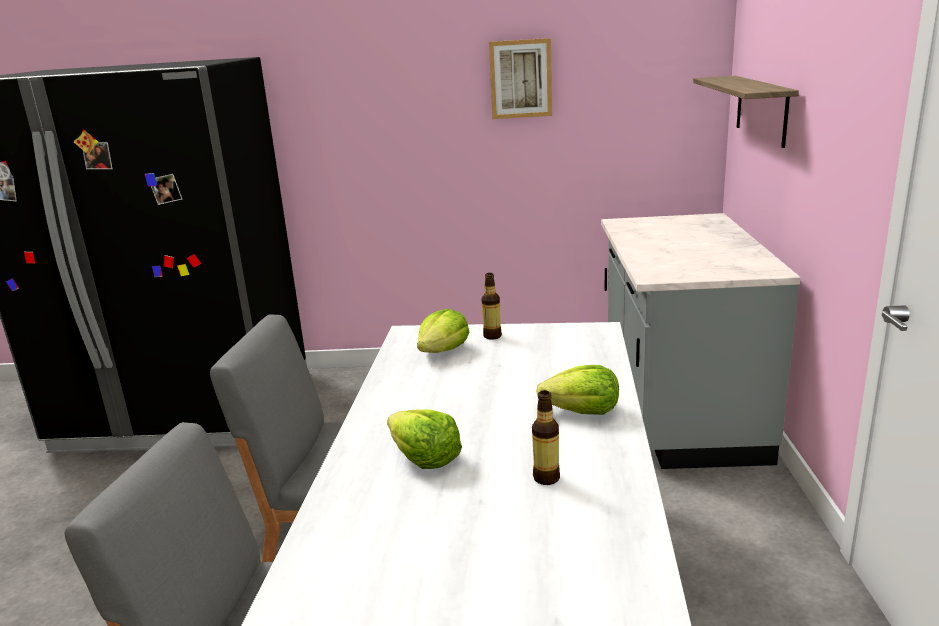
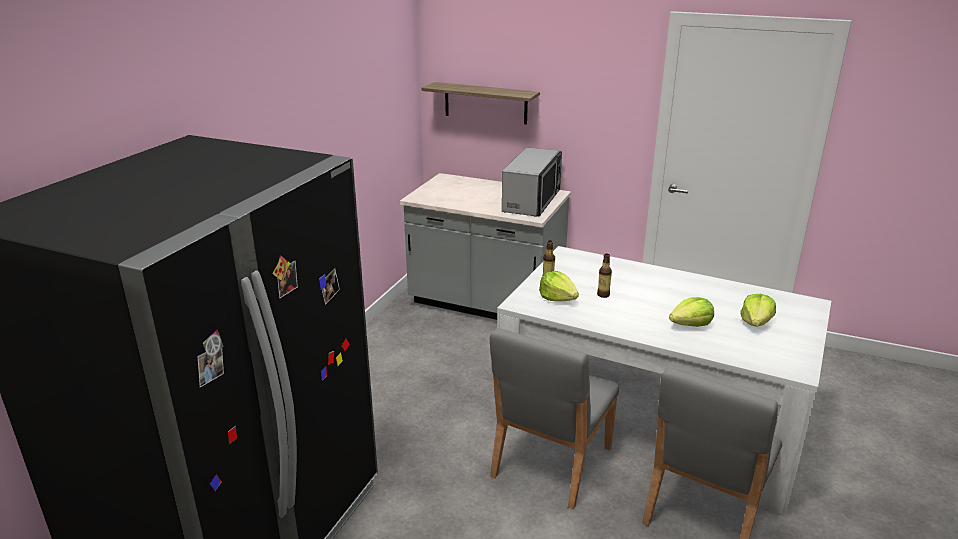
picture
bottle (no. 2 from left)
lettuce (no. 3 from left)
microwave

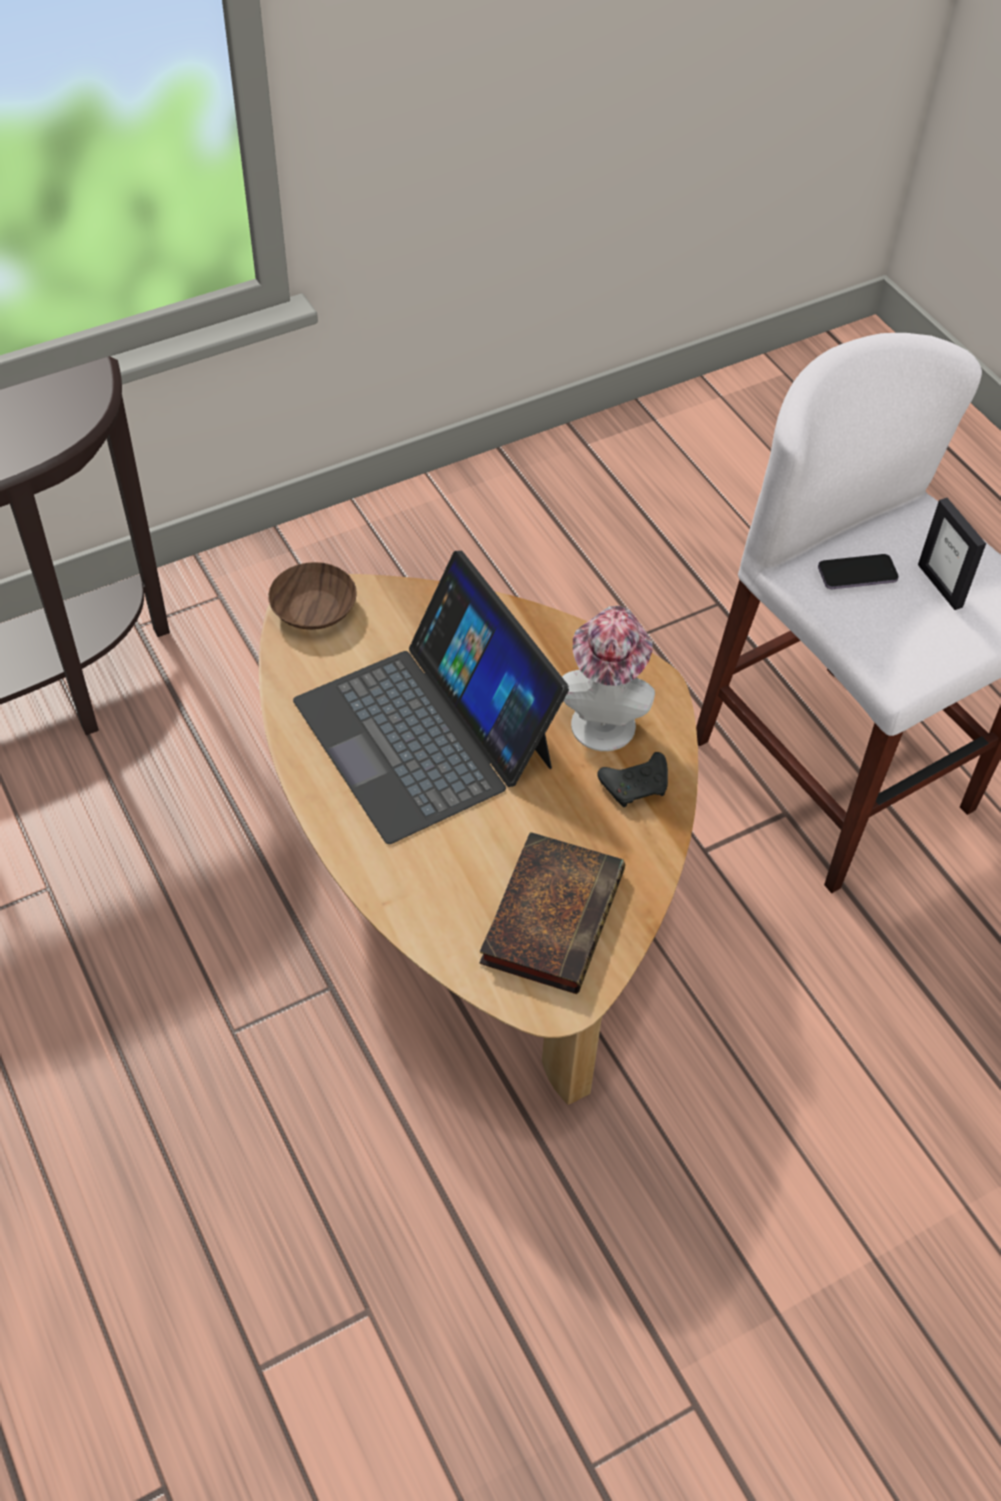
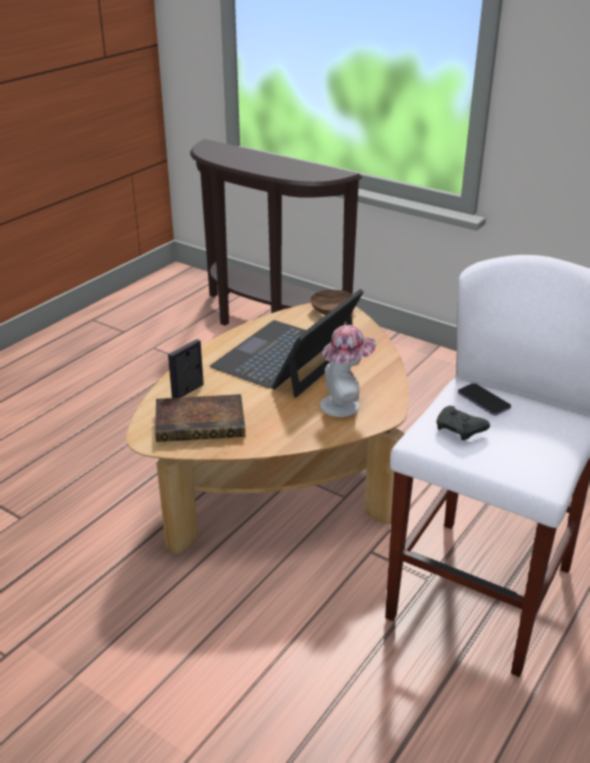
game controller (black)
picture frame

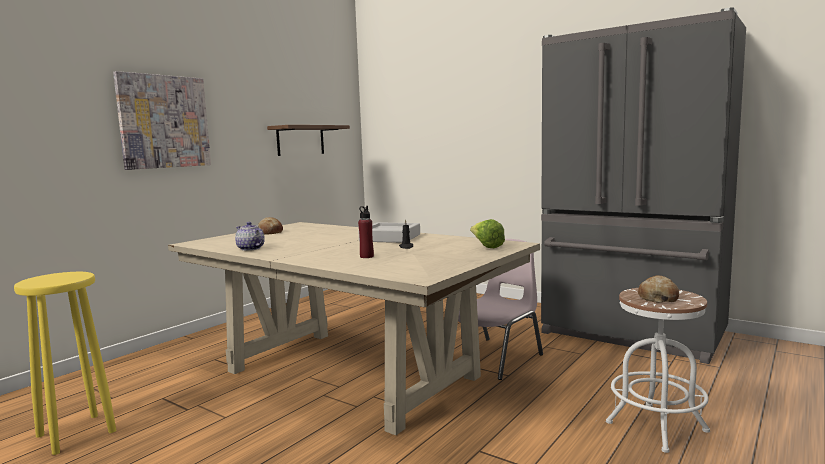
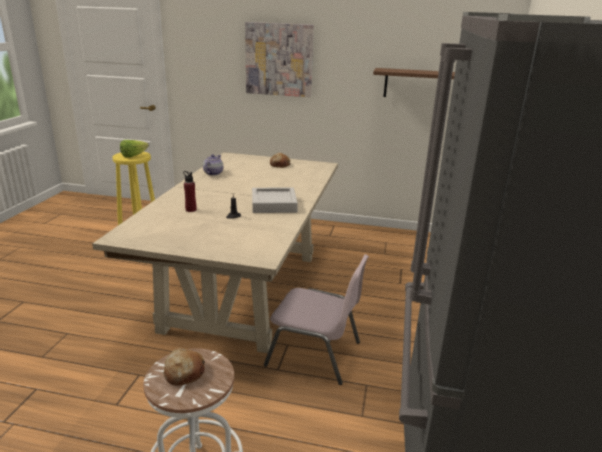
lettuce

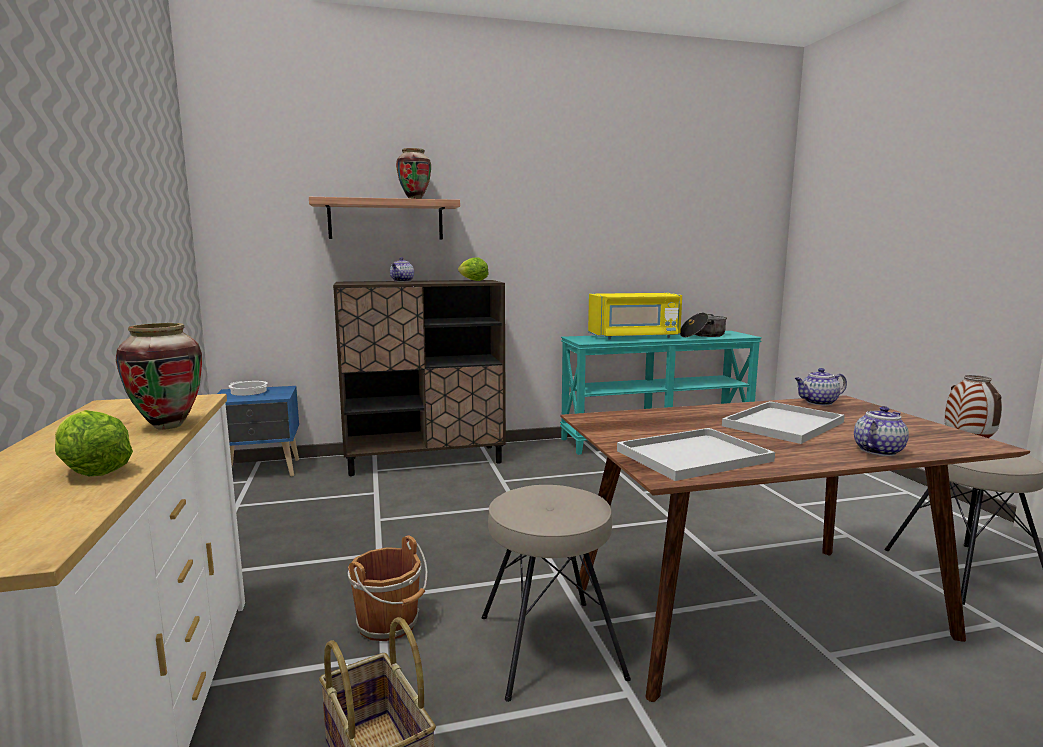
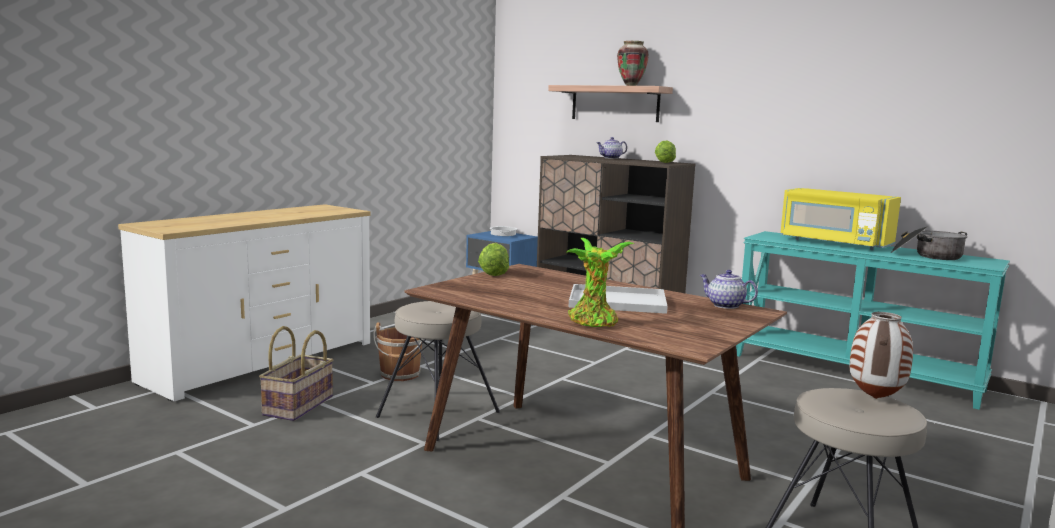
lettuce (no. 1 from left)
vase (no. 1 from left in the first image)
tray (white) (no. 1 from left in the first image)
potted plant

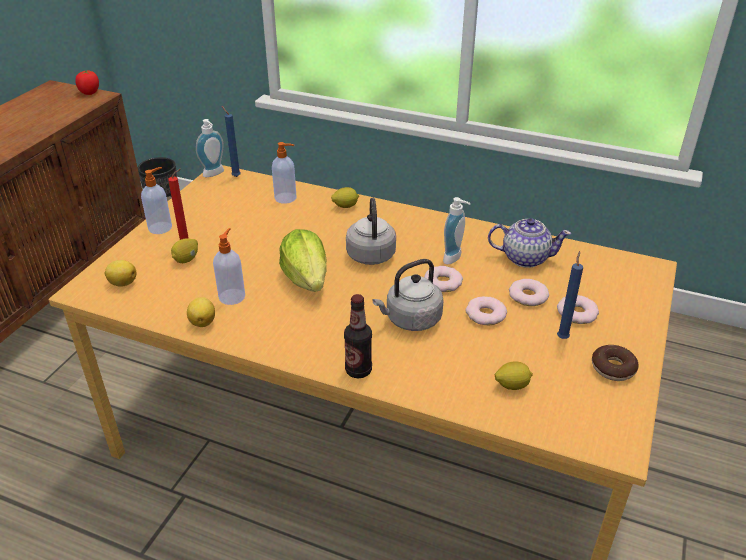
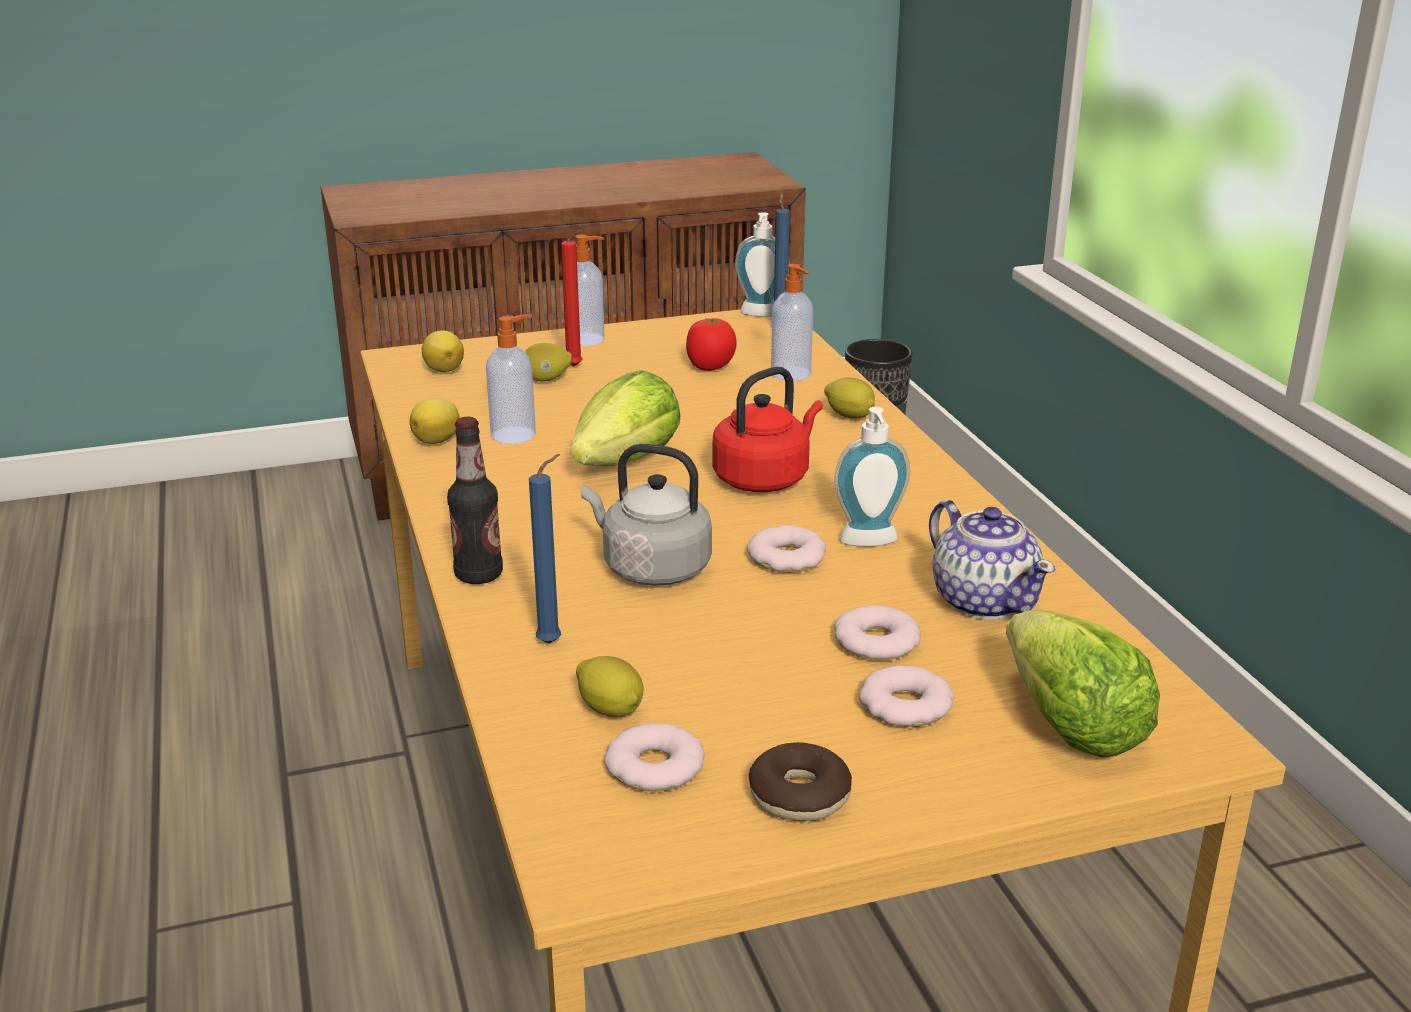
tomato
kettle (red)
donut (no. 1 from left)
candle (blue) (no. 1 from left)
lettuce (no. 2 from left)

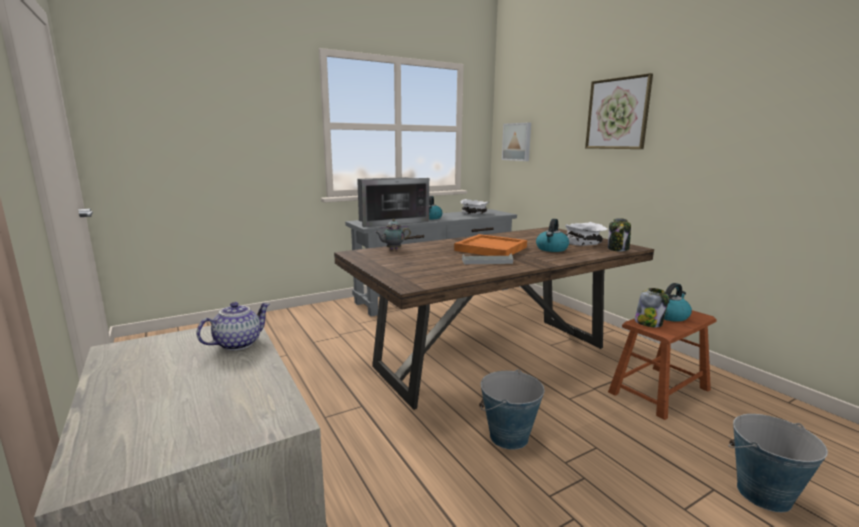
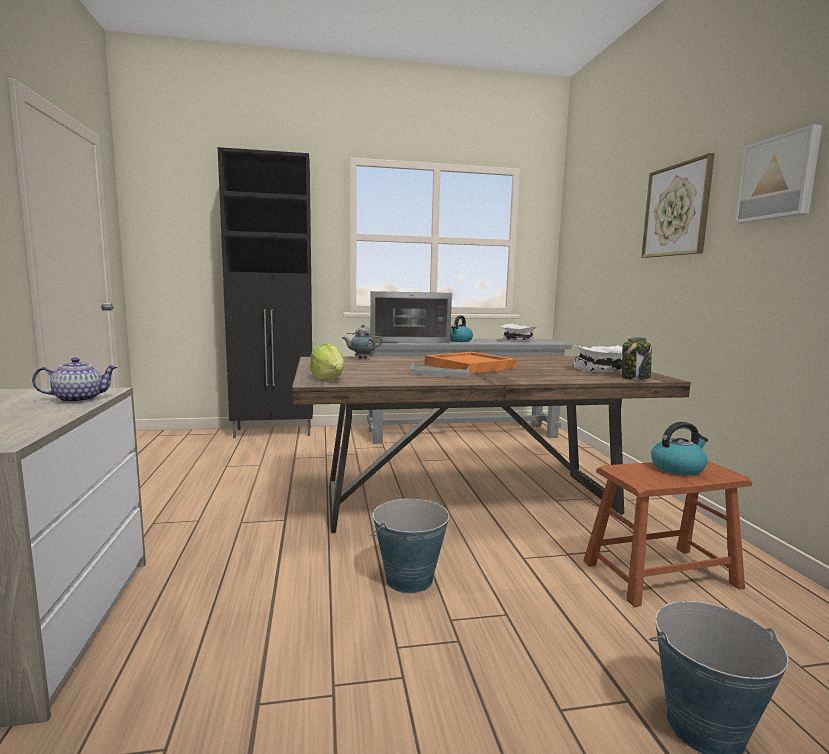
picture (no. 2 from left)
kettle (no. 2 from left in the first image)
jar (no. 2 from left in the first image)
cabinet (black)
lettuce

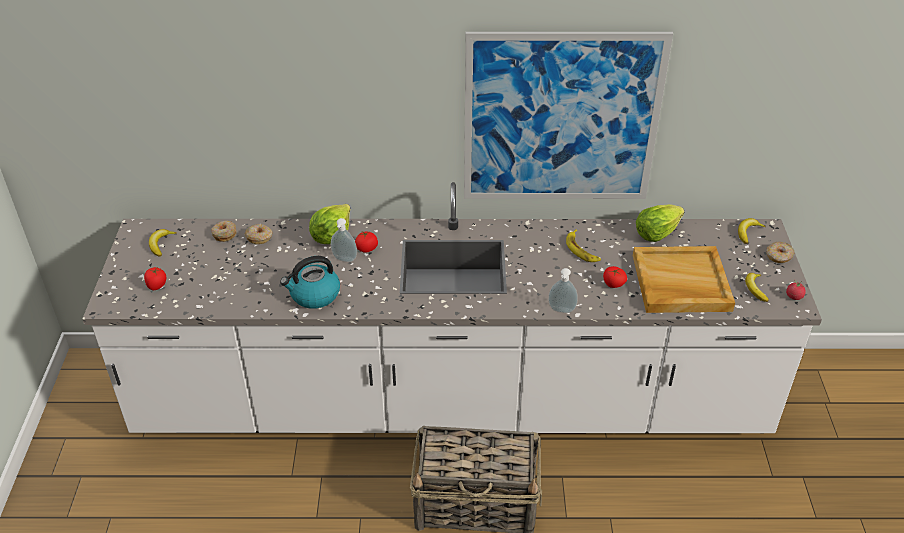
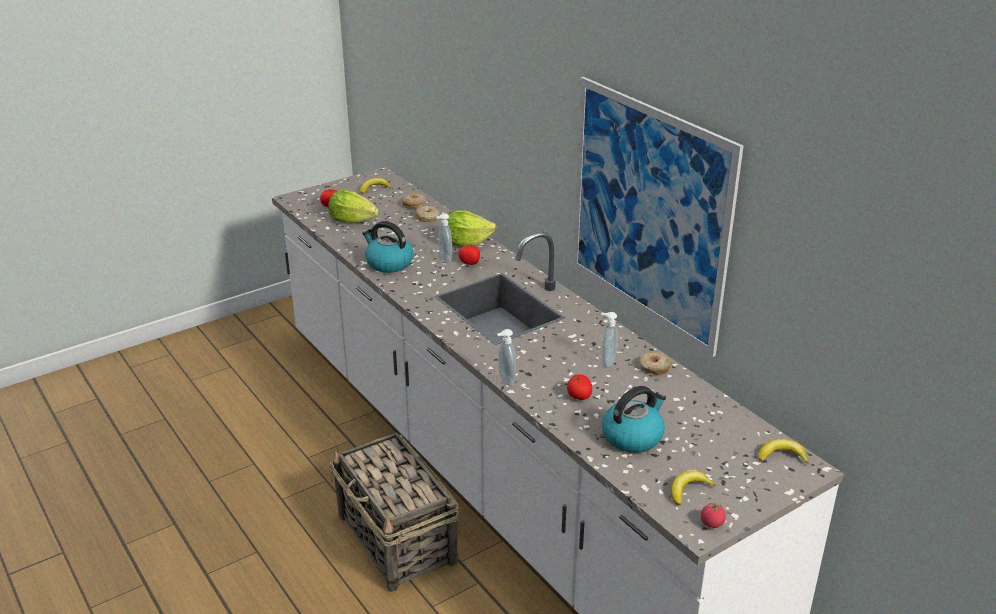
soap dispenser (no. 3 from left)
kettle (no. 2 from left)
lettuce (no. 1 from left)
donut (no. 3 from left)

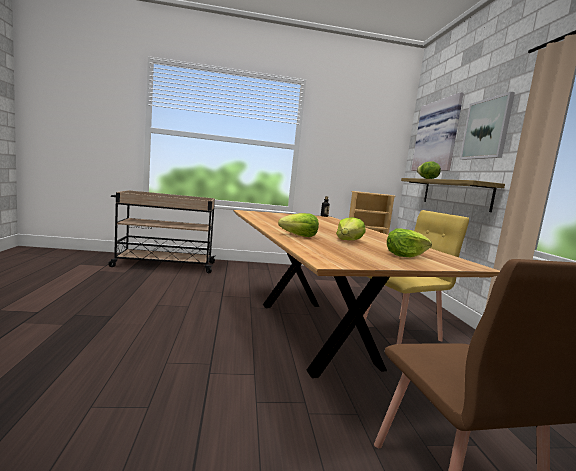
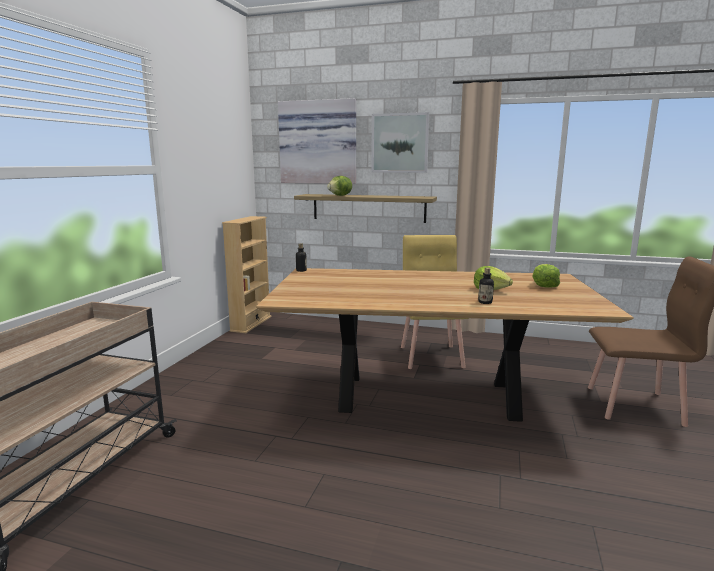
bottle (no. 2 from left)

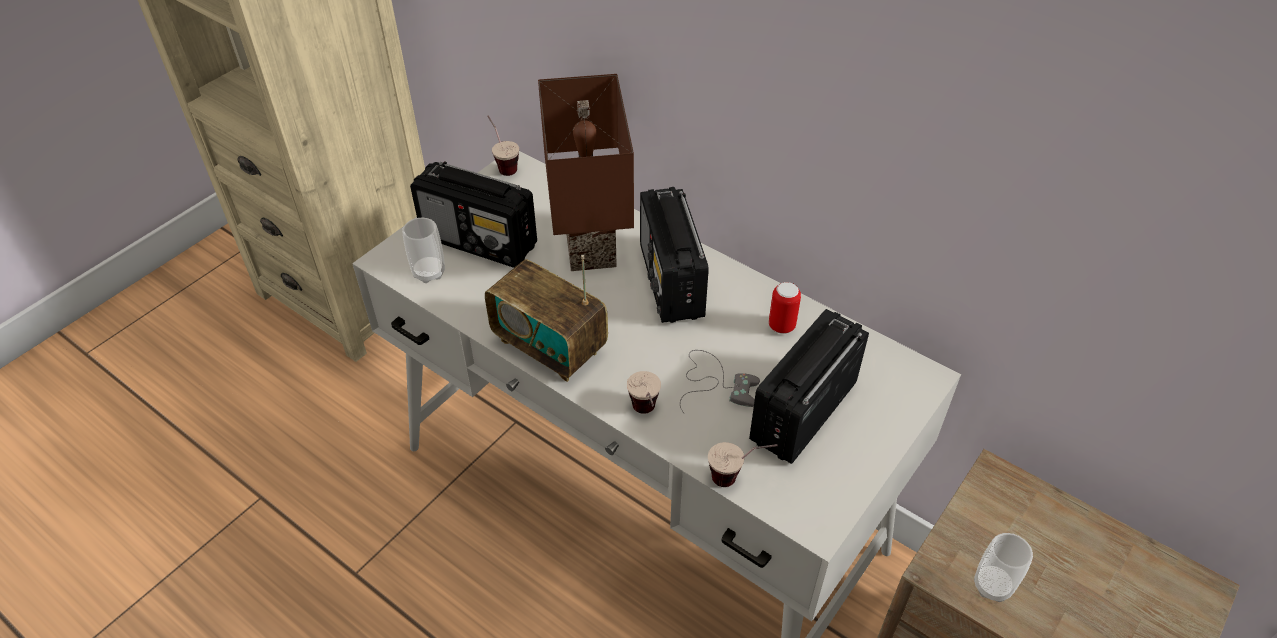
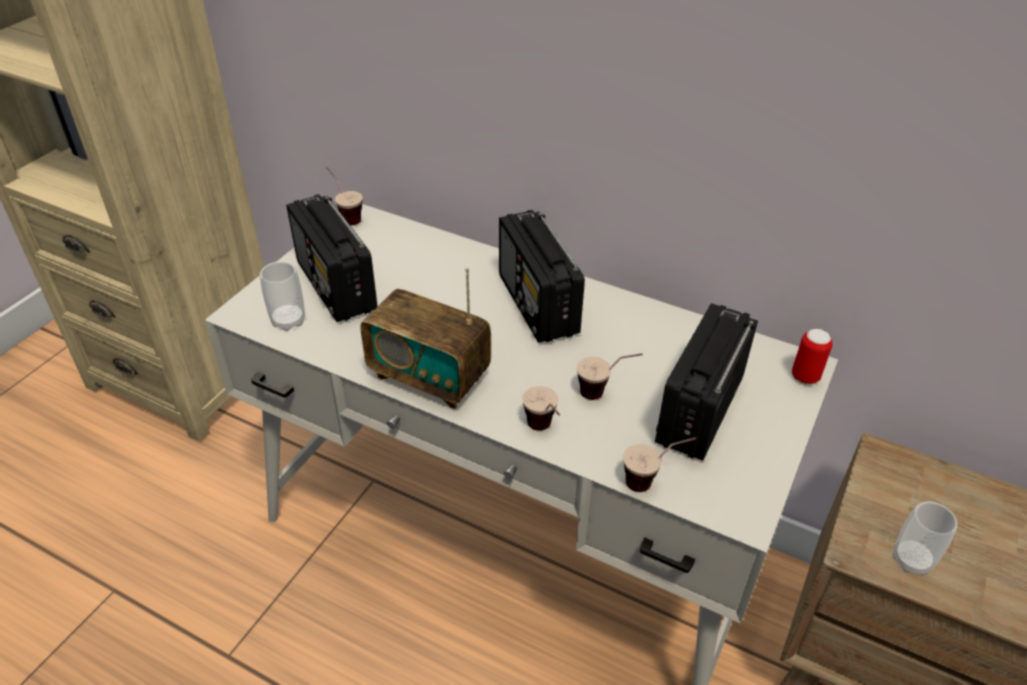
radio (no. 1 from left)
table lamp (brown)
cup (no. 4 from left)
can

